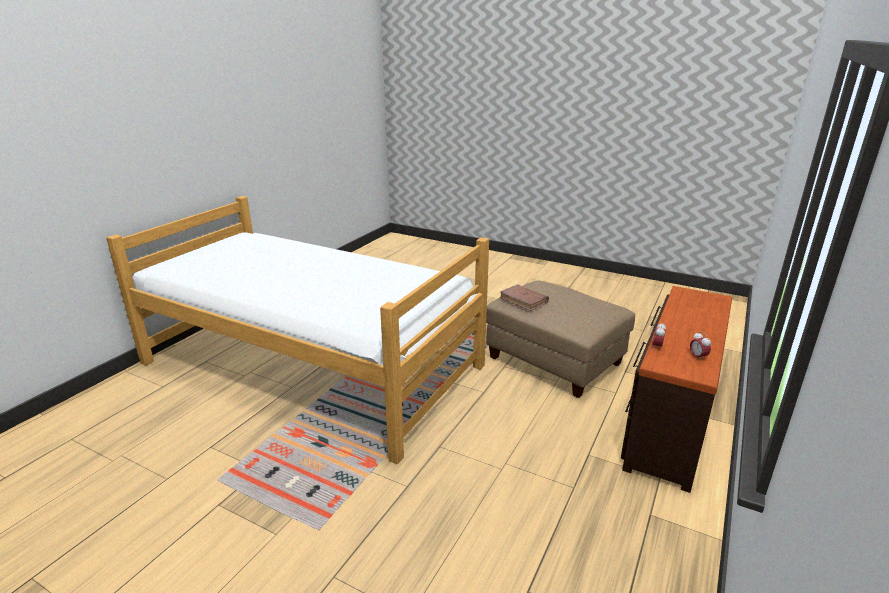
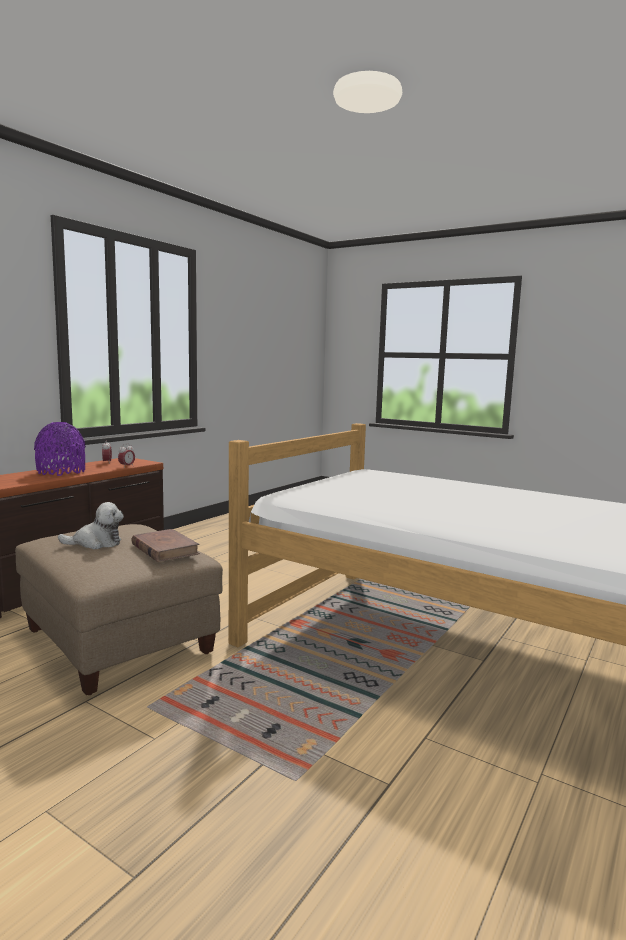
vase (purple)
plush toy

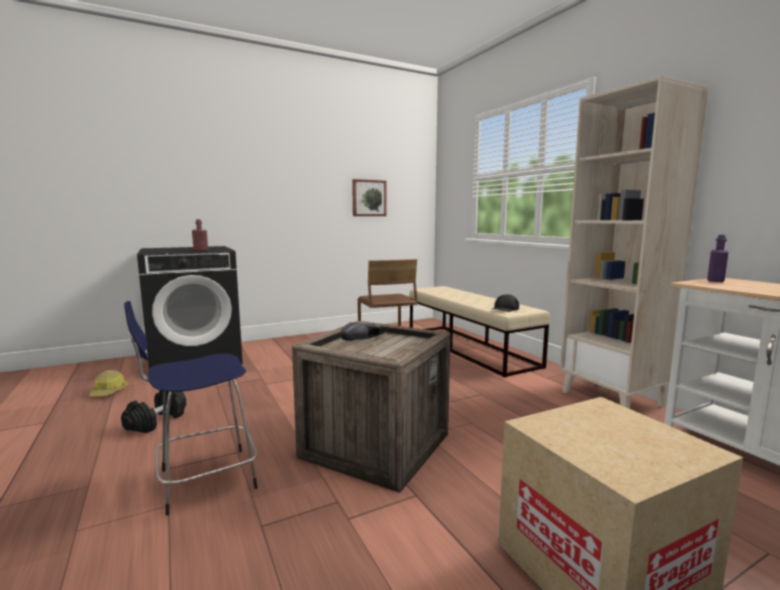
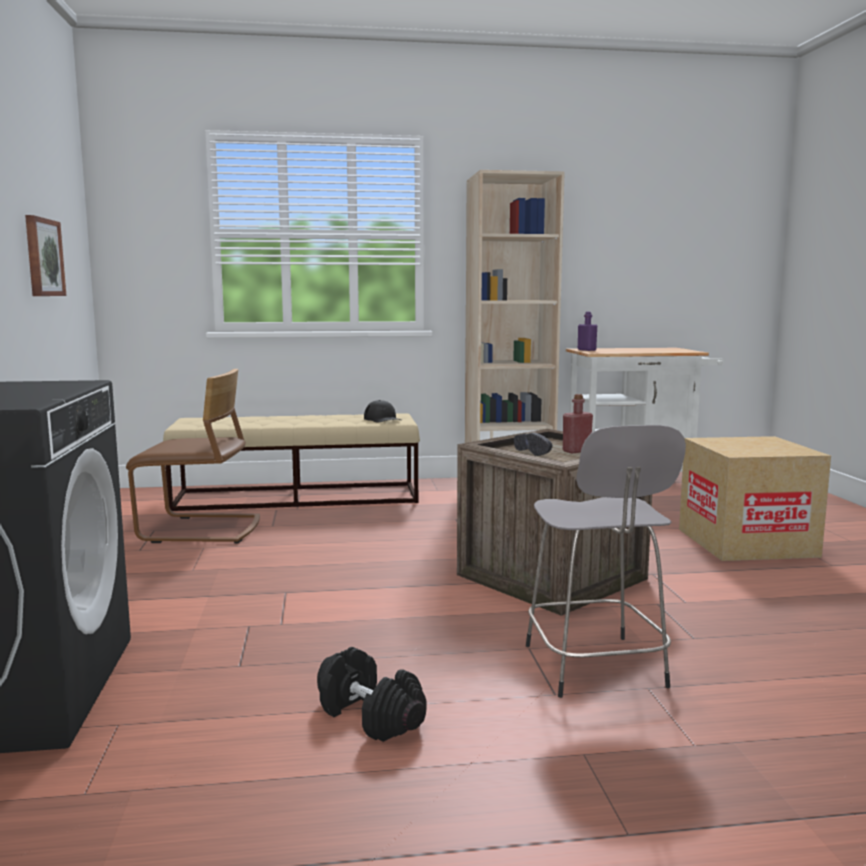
hard hat
stool (grey)
bottle (red)

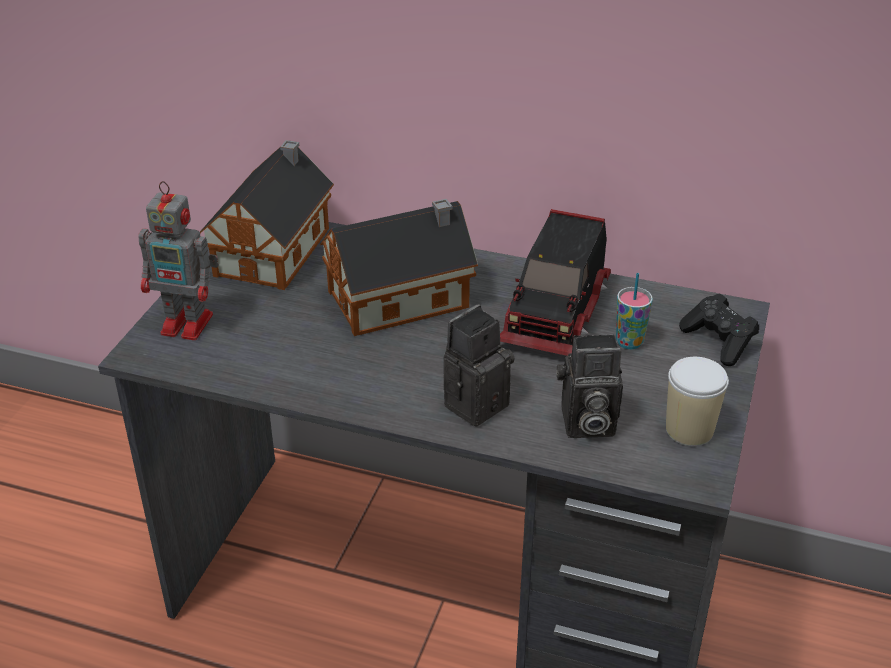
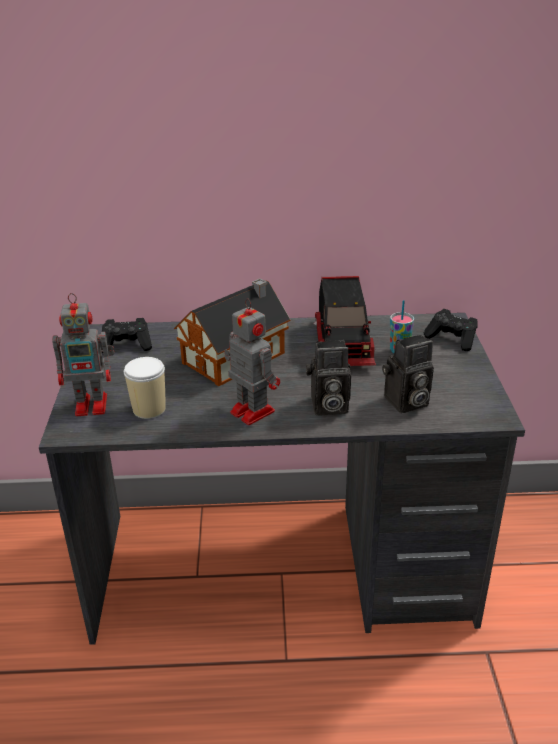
game controller (black) (no. 1 from left)
photo camera (no. 1 from left)
cup (no. 1 from left)
toy robot (no. 2 from left)

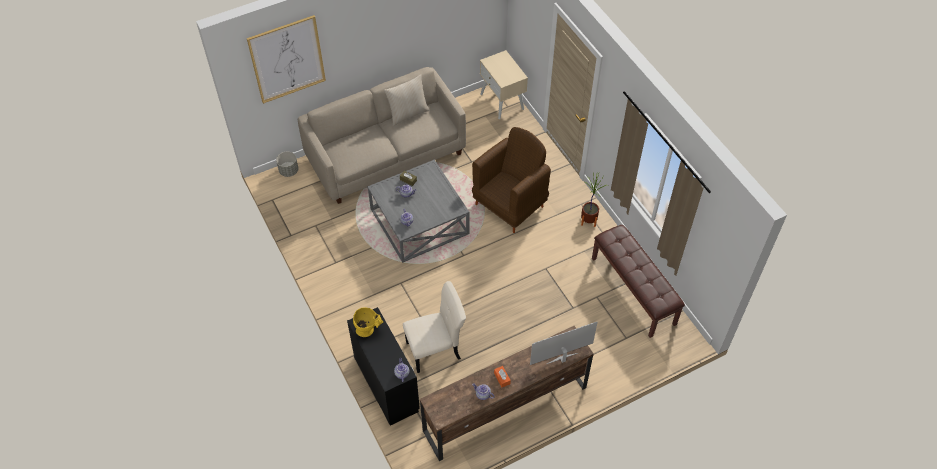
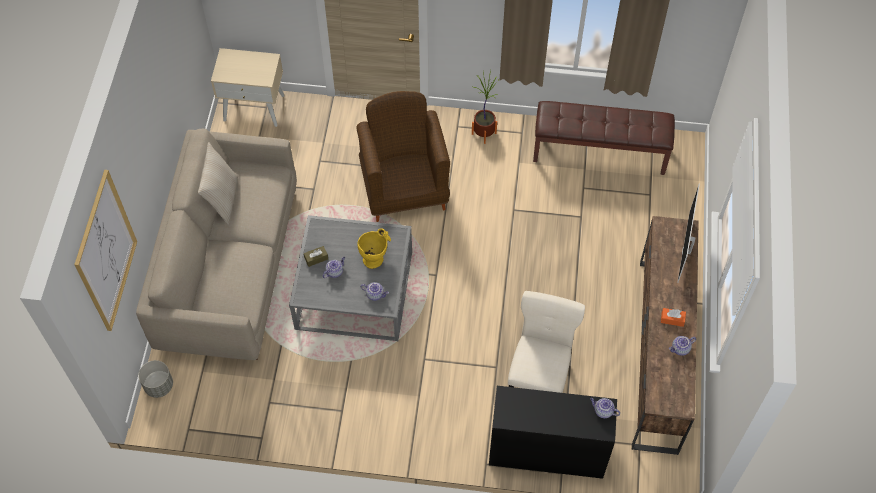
vase (yellow)

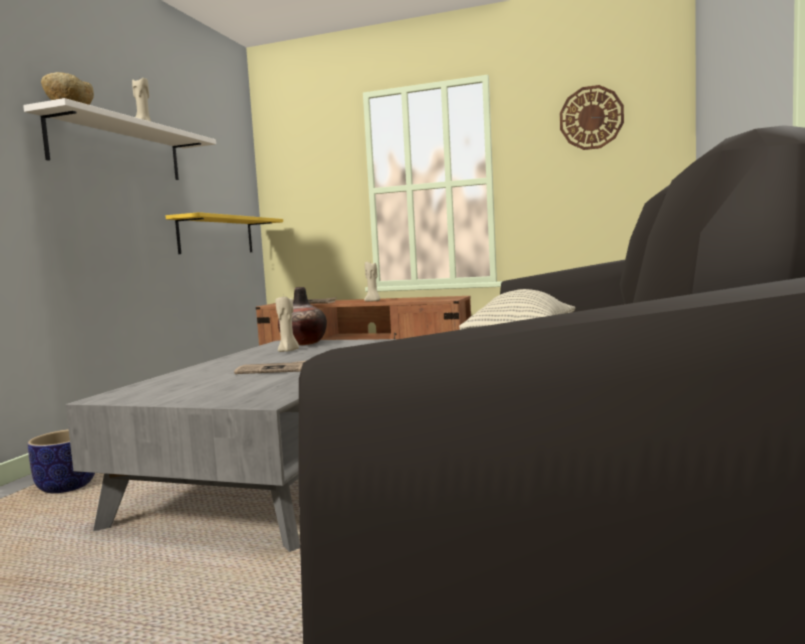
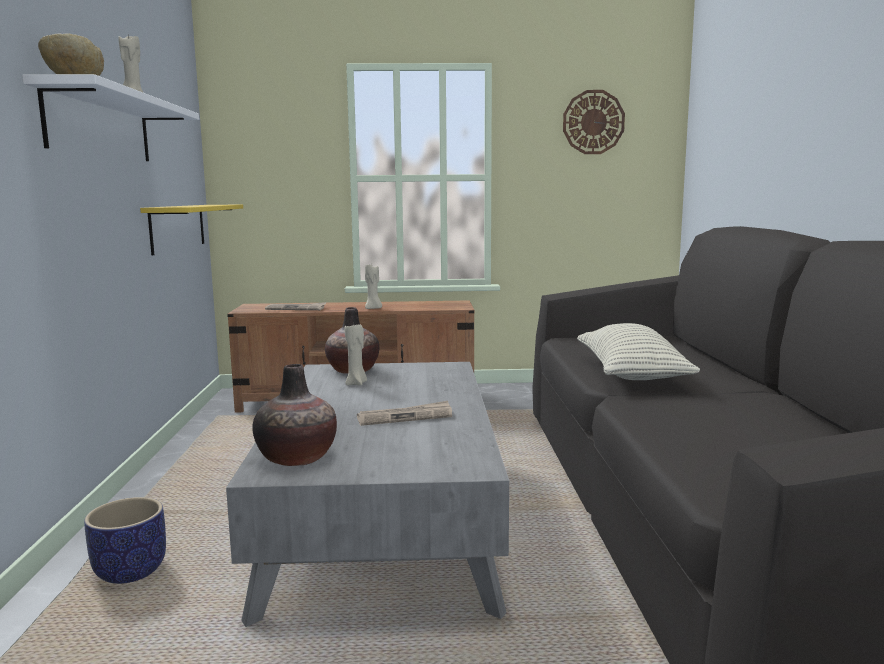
vase (no. 1 from left)

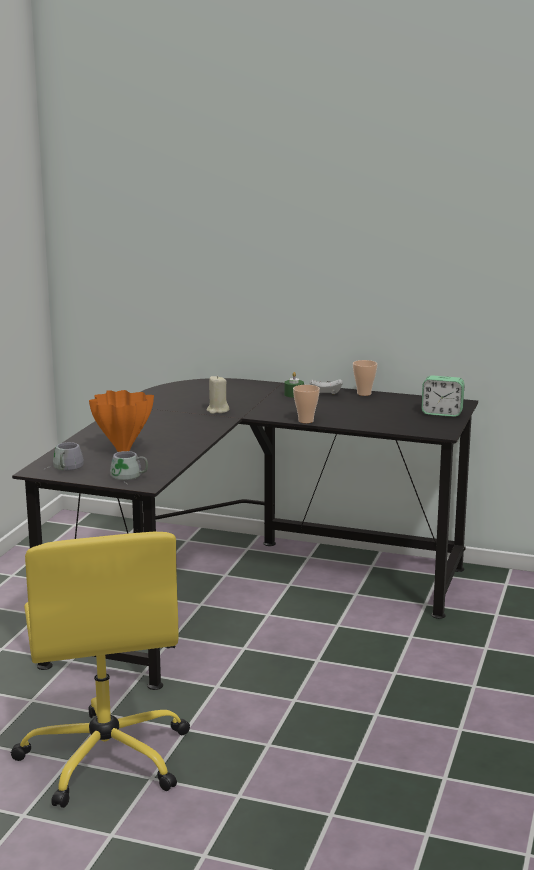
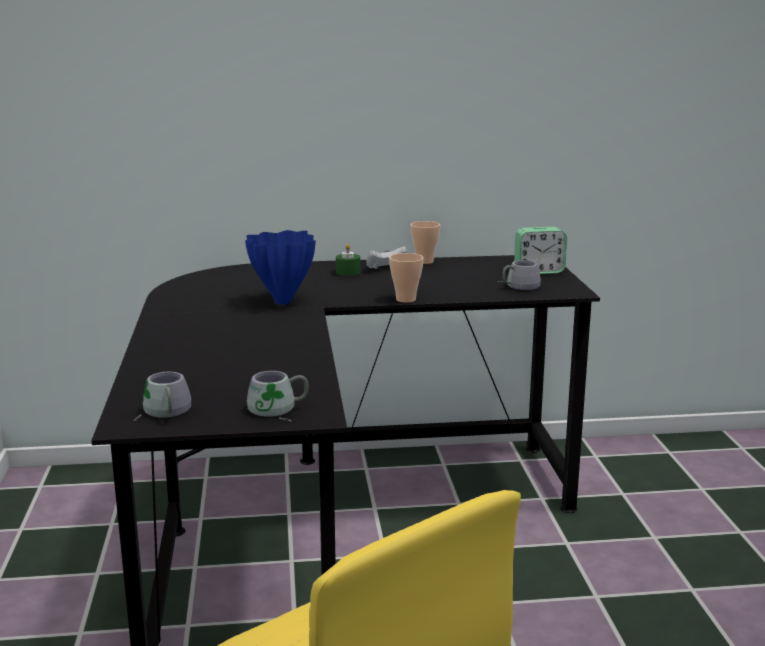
vase (orange)
vase (blue)
mug (grey) (no. 3 from left)

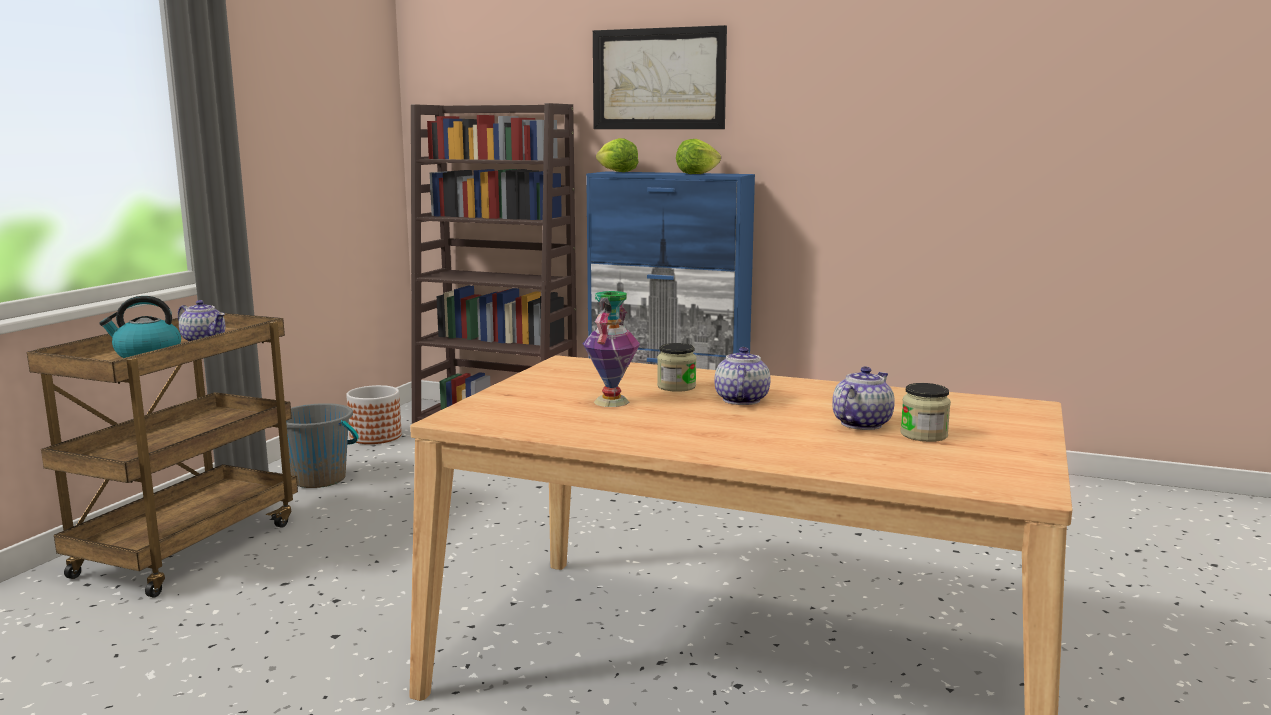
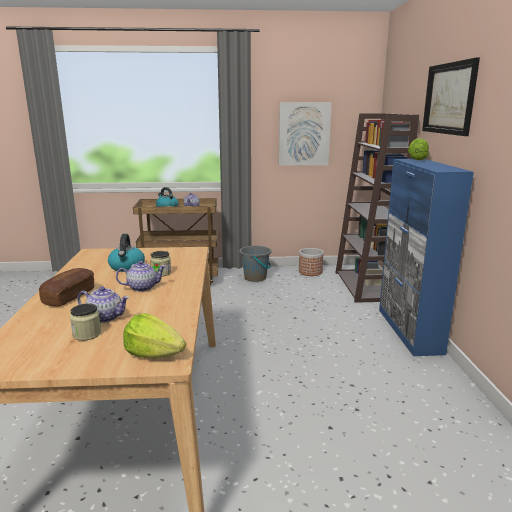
kettle (no. 1 from left)
lettuce (no. 1 from left)
bread
picture (no. 1 from left)

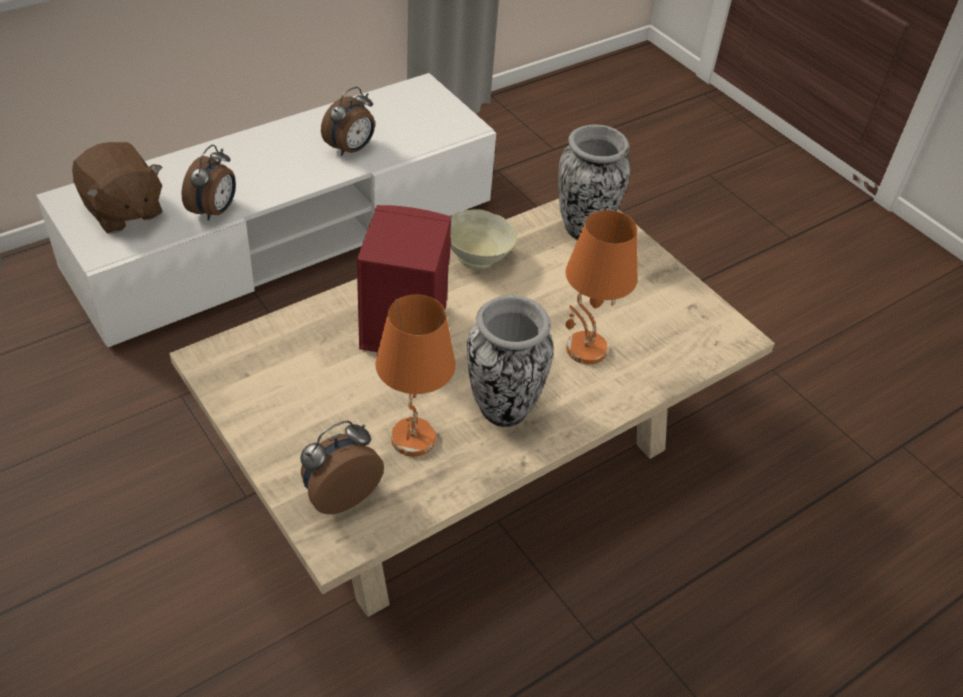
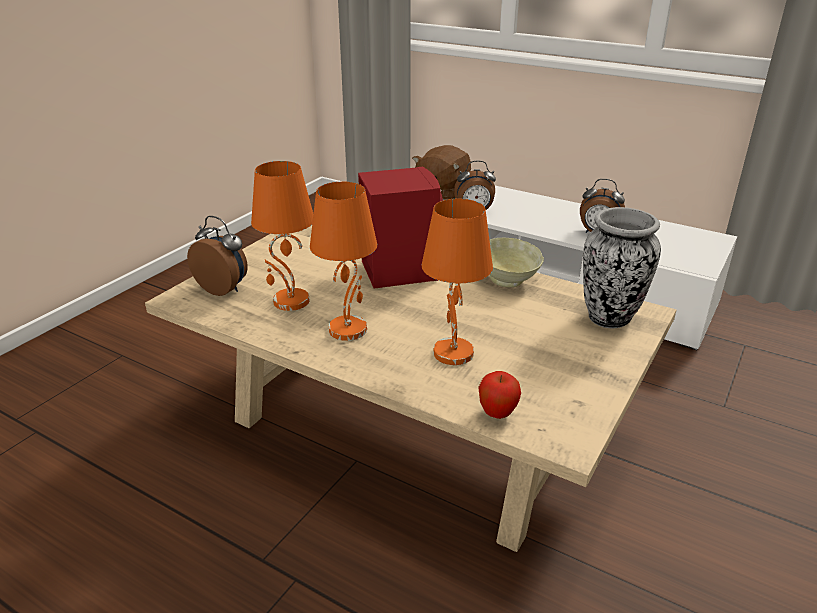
table lamp (orange) (no. 2 from left)
apple

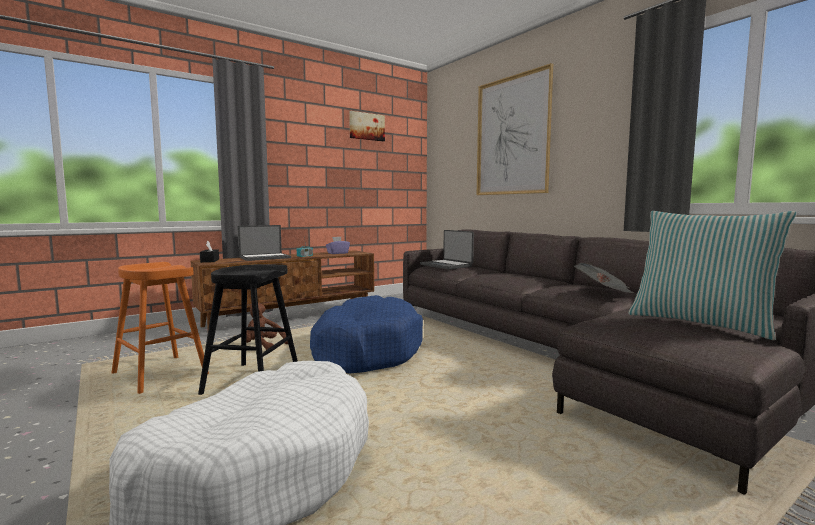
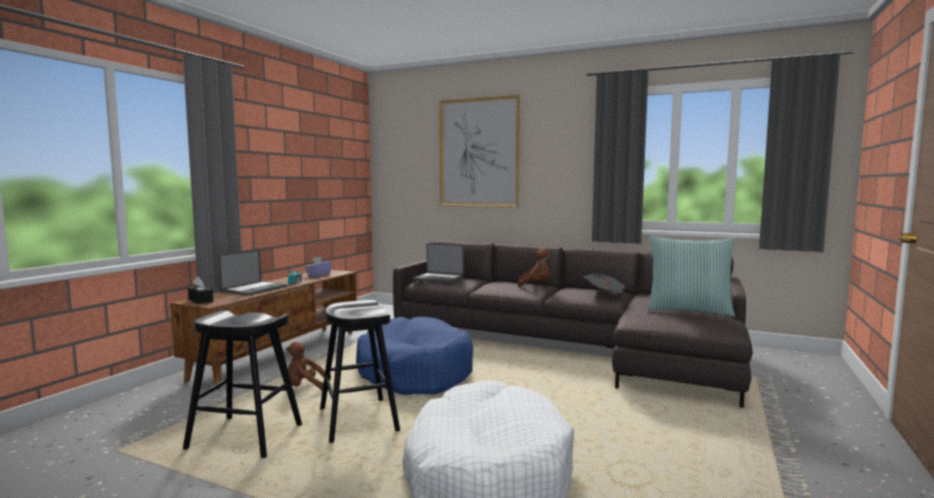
stool (black) (no. 1 from left)
picture (no. 1 from left in the first image)
plush toy (brown) (no. 2 from left)

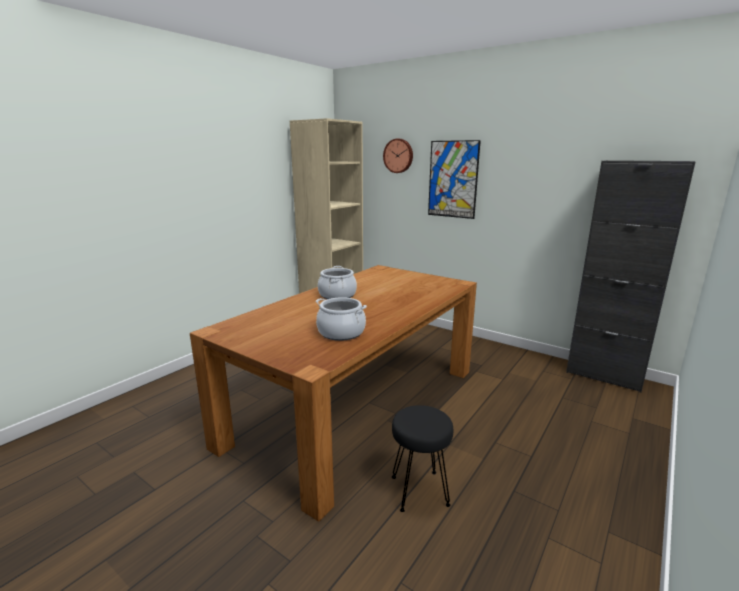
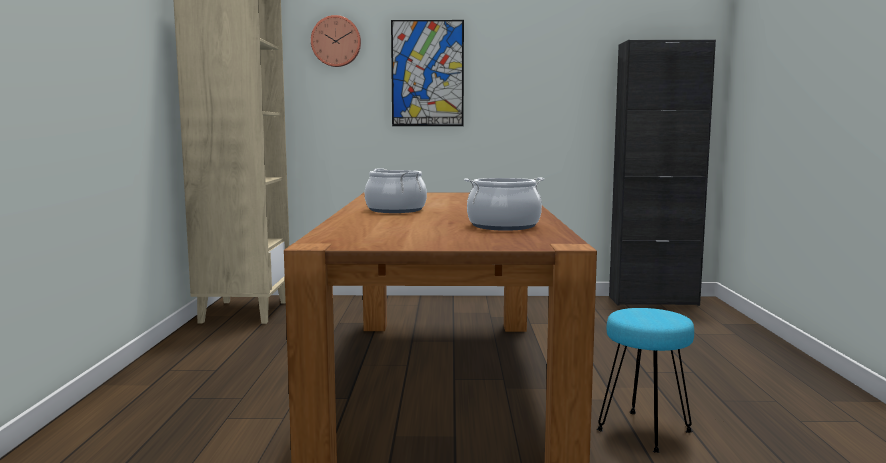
stool (turquoise)

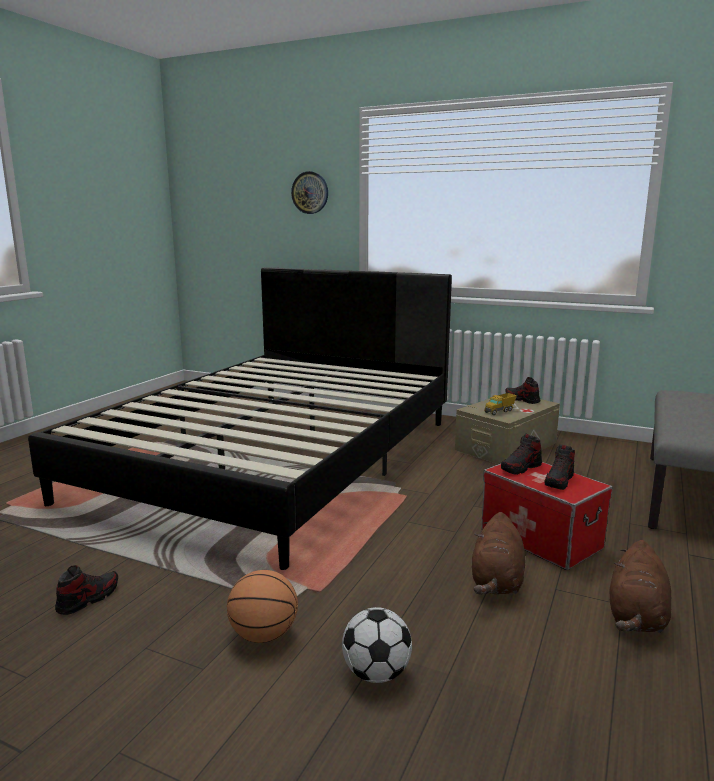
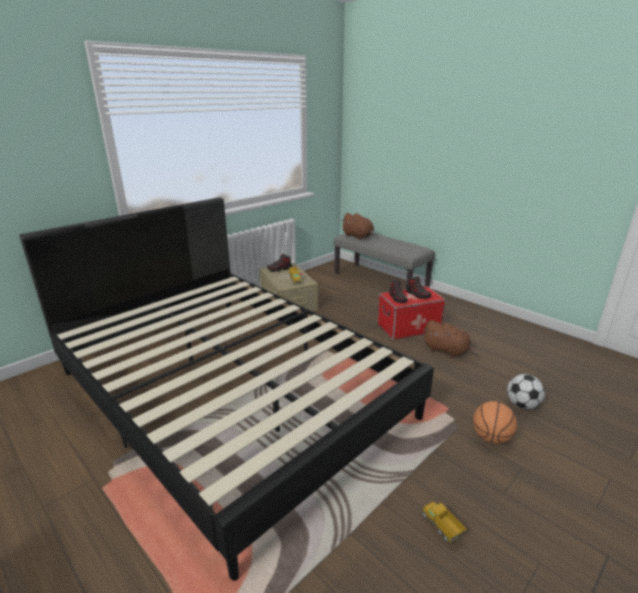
toy truck (no. 2 from left)
wall clock
plush toy (brown) (no. 1 from left)

